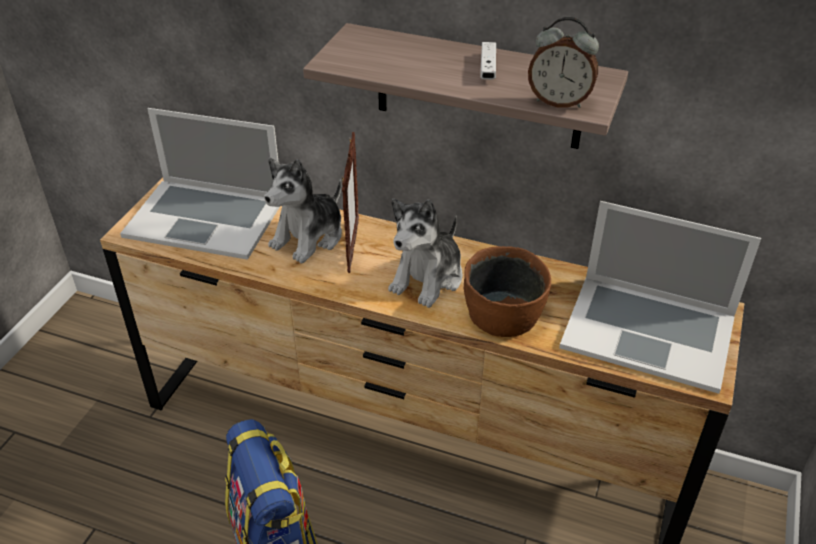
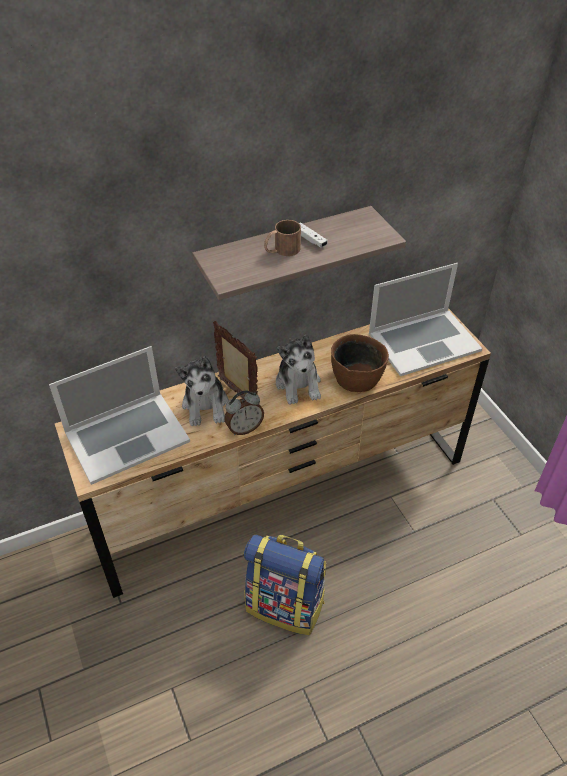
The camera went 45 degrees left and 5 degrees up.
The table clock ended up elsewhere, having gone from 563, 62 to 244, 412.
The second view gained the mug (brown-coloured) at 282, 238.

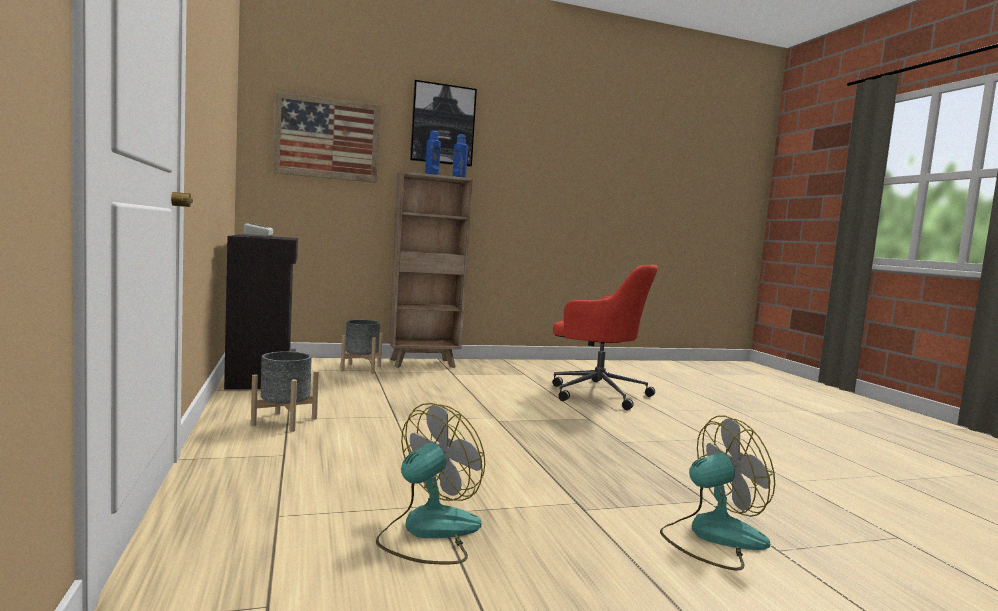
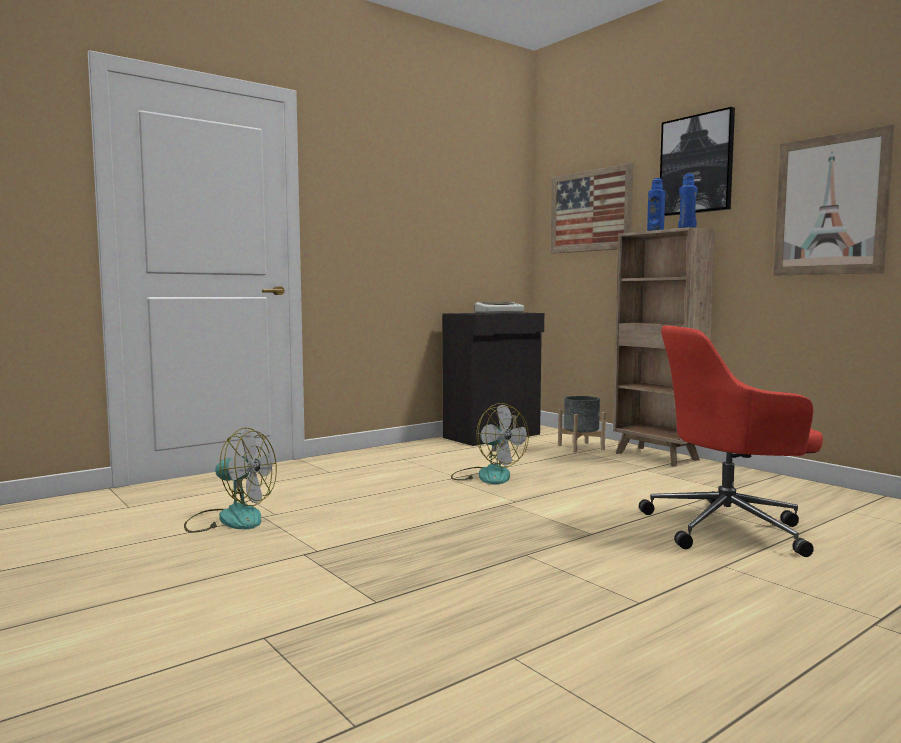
The camera went 70 degrees right and 0 degrees up.
The cooling fan ended up elsewhere, having gone from 717, 493 to 490, 443.
The computer chair (red) at 605, 337 ended up facing another way, 75 degrees clockwise from before.
The second view gained the wall picture at 833, 200.
The second view lost the plant pot (gray) at 285, 391.

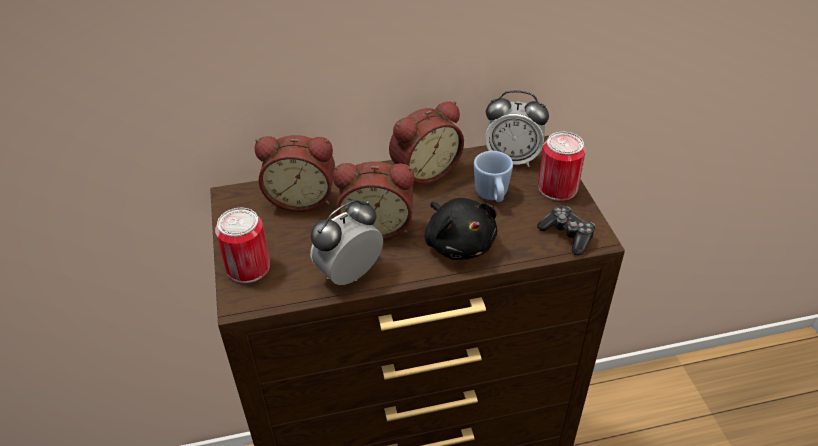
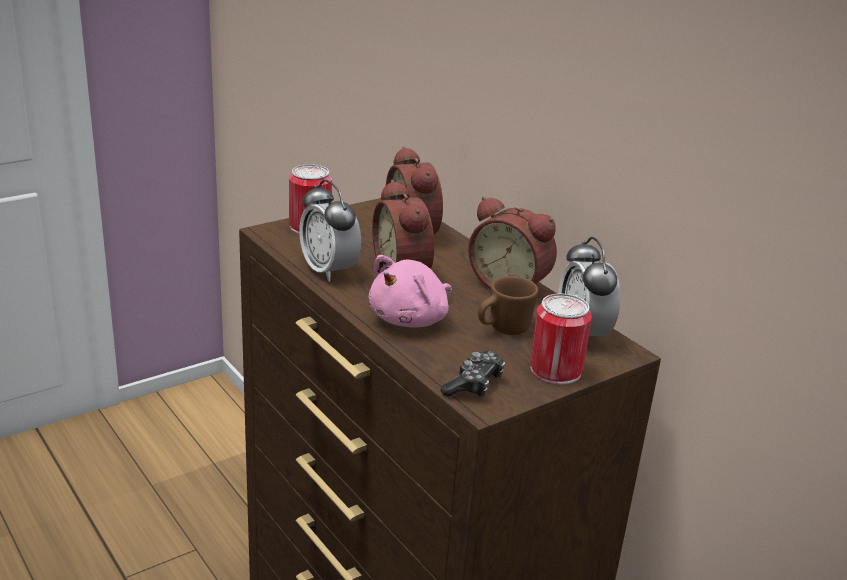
The camera went 65 degrees right and 15 degrees down.
The table clock at 346, 242 ended up facing another way, 150 degrees counterclockwise from before.
What was the plush toy (blackish) at 461, 229 turned into the plush toy (pink) at 410, 291.
What was the mug (blue) at 493, 176 turned into the mug (brown-coloured) at 508, 305.

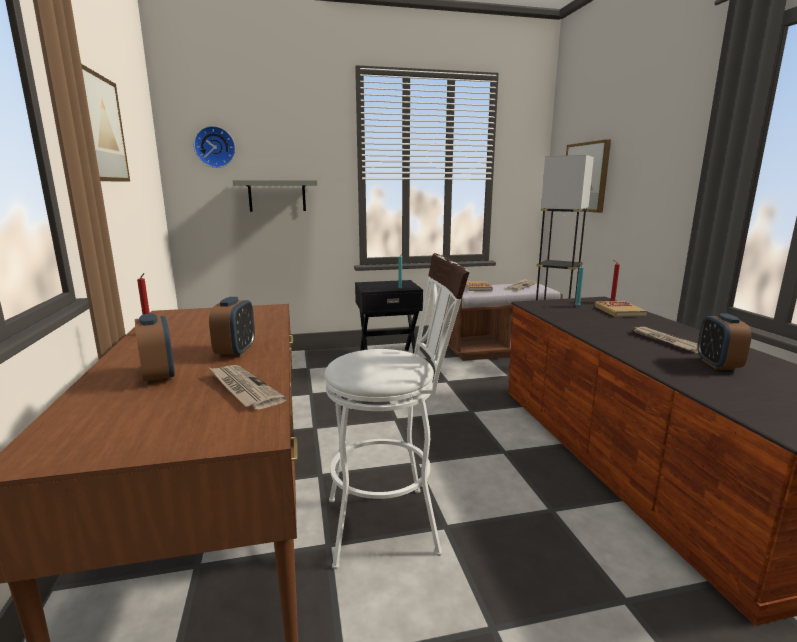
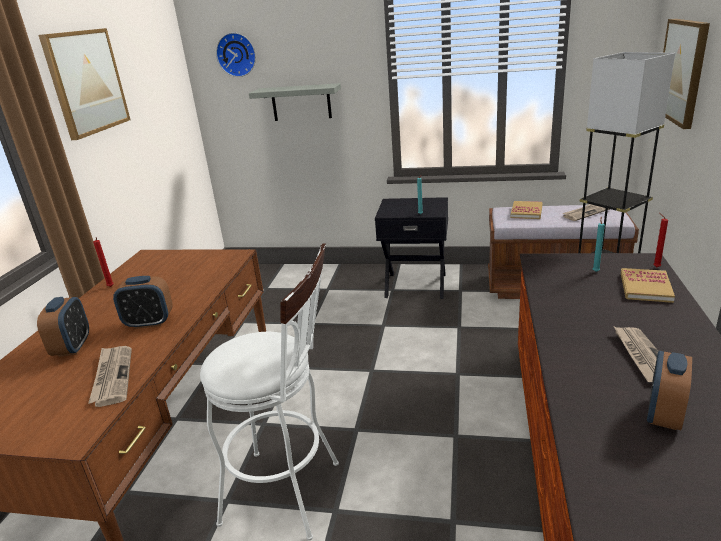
The camera went 25 degrees right and 10 degrees up.
The table clock at 232, 327 ended up facing another way, 60 degrees clockwise from before.

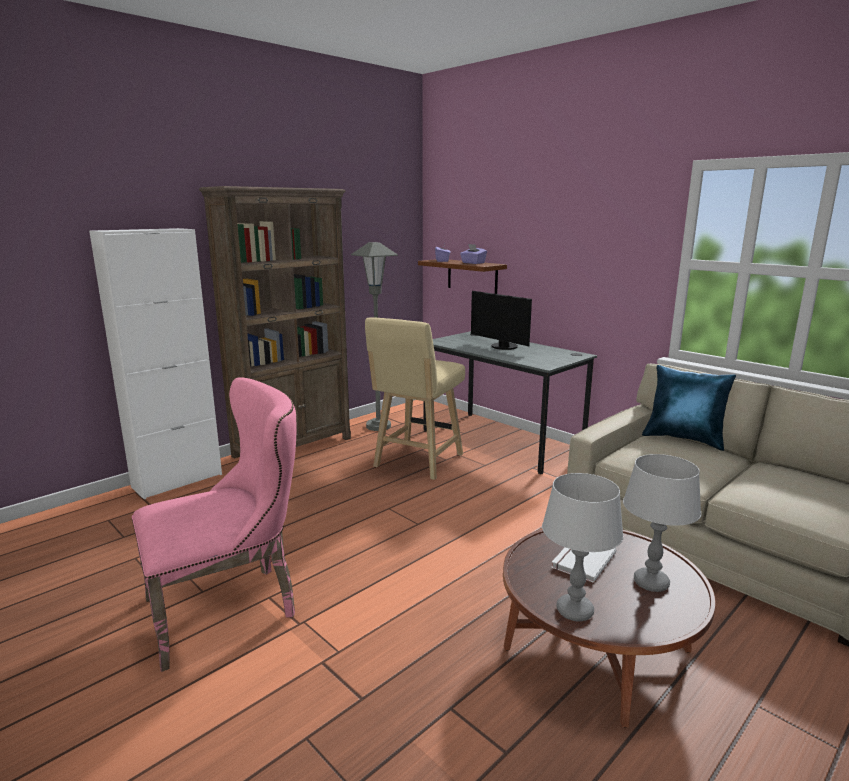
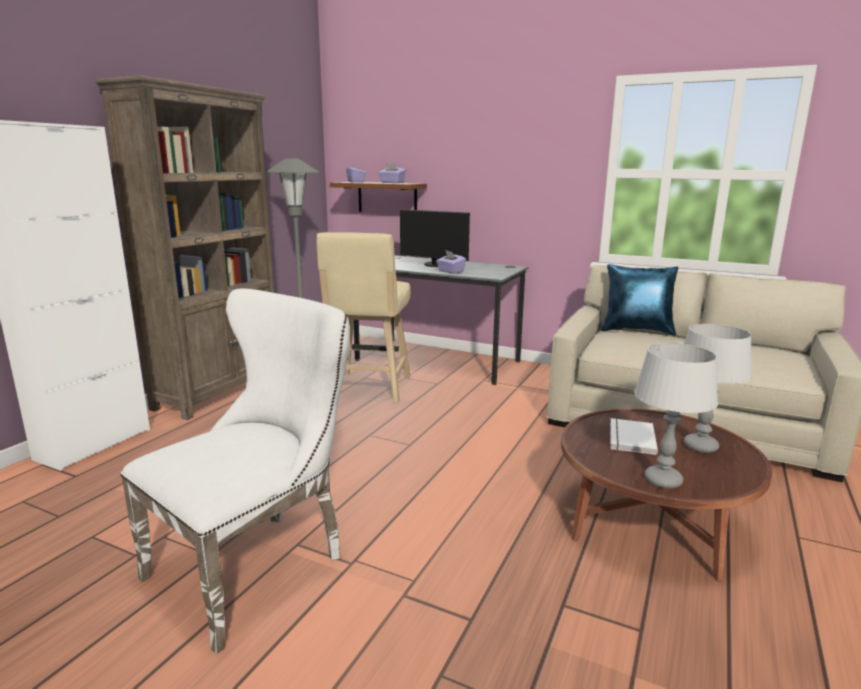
The camera went 20 degrees left and 0 degrees up.
What was the upright chair (pink) at 214, 524 turned into the upright chair (white-coloured) at 235, 471.
The second view gained the tissue holder (purple-coloured) at 451, 262.

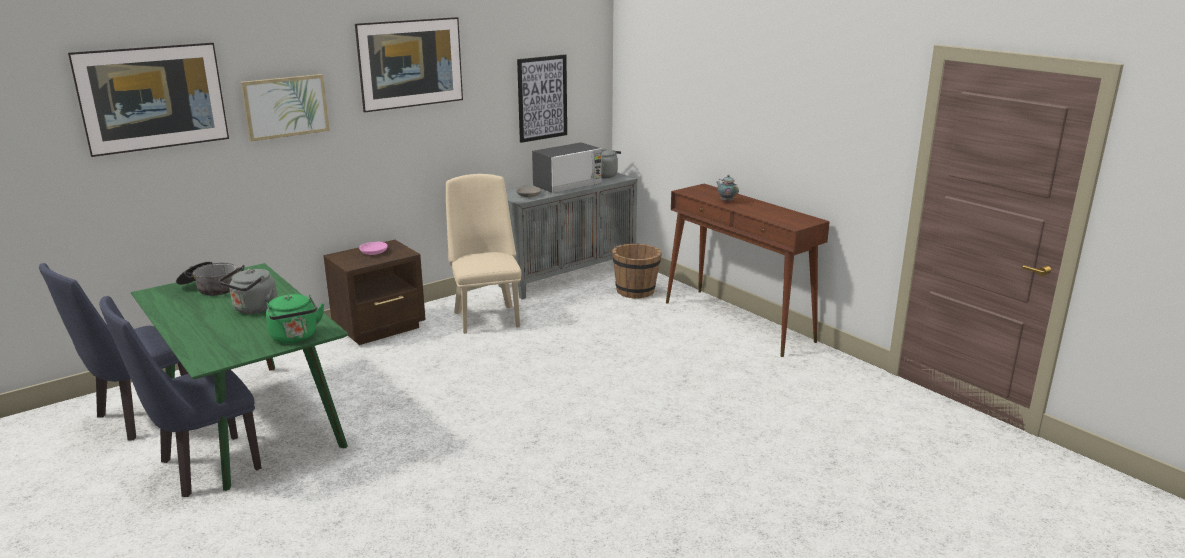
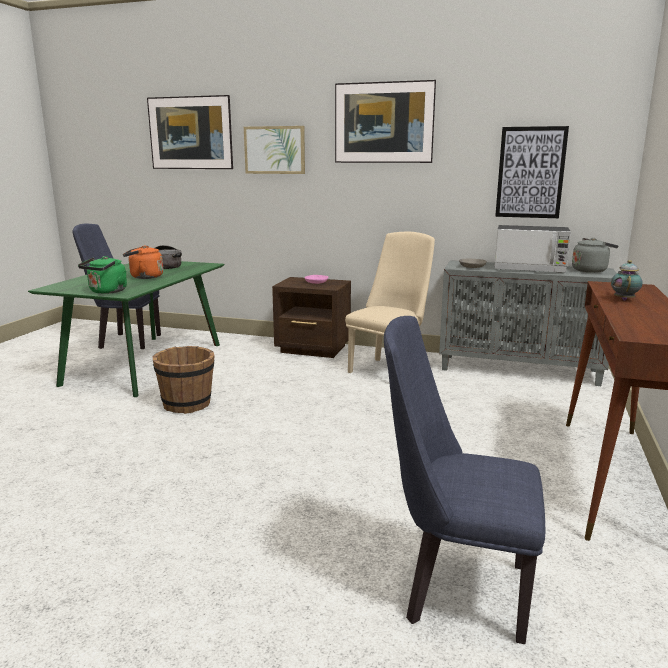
The camera went 55 degrees right and 5 degrees down.
What was the kettle (gray) at 248, 291 turned into the kettle (orange) at 143, 262.
The bucket (brown-coloured) ended up elsewhere, having gone from 637, 271 to 184, 380.
The upright chair (blue) ended up elsewhere, having gone from 180, 396 to 465, 480.

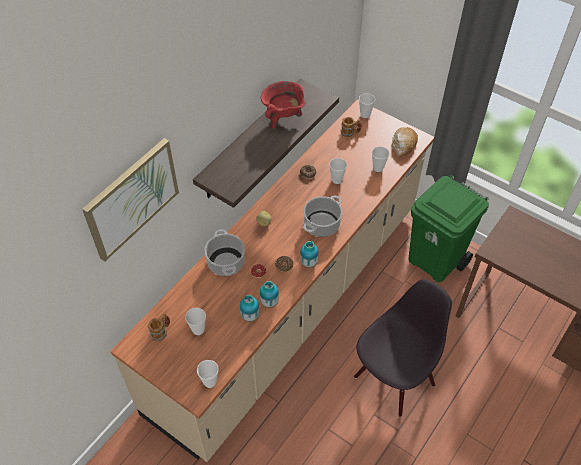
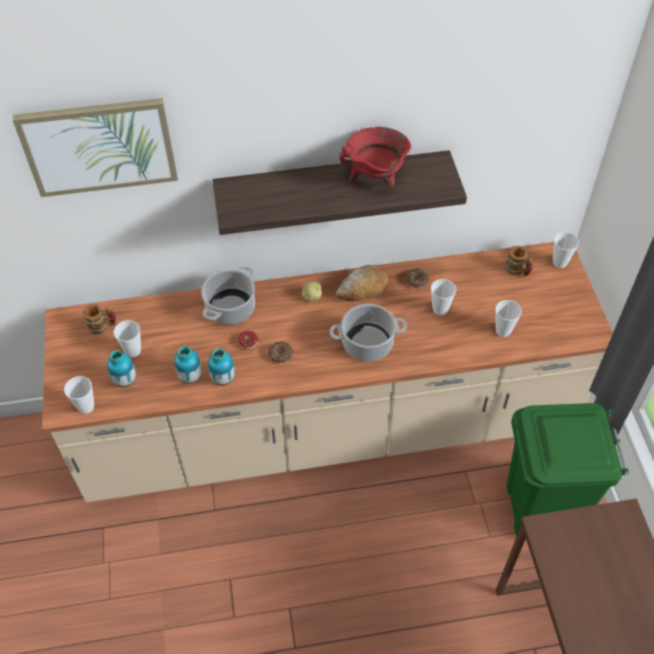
The camera went 45 degrees right and 0 degrees up.
The decorative vase ended up elsewhere, having gone from 309, 254 to 121, 369.
The bakery bread ended up elsewhere, having gone from 405, 142 to 362, 283.
The second view lost the upright chair (blackish) at 403, 348.

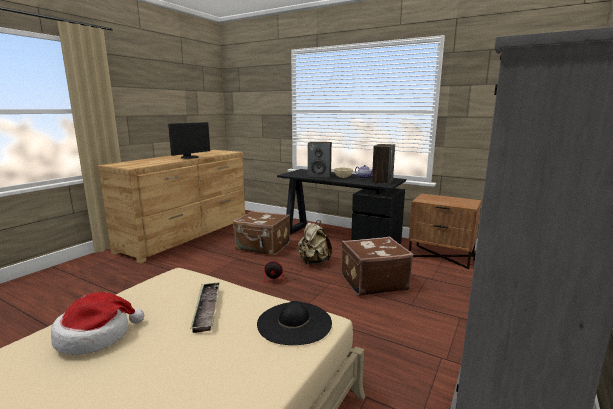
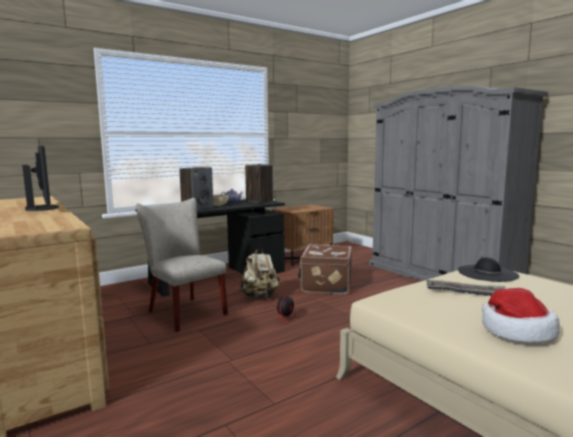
The camera went 65 degrees left and 5 degrees down.
Where the piece of luggage (brown-coloured) stood at 261, 233, the upright chair (beige) came to stand at 182, 265.

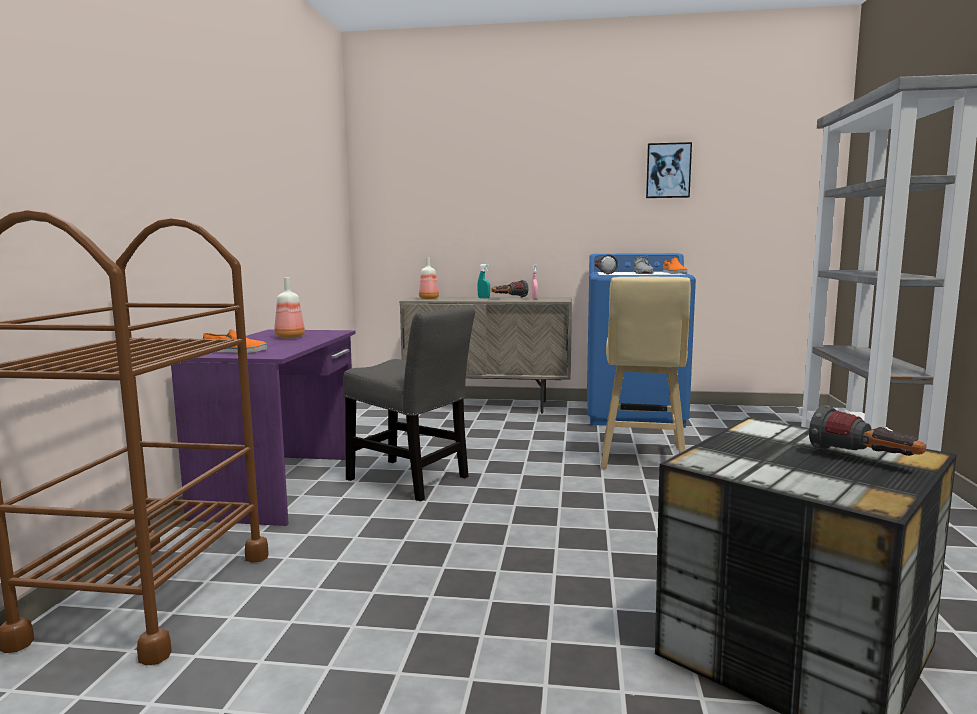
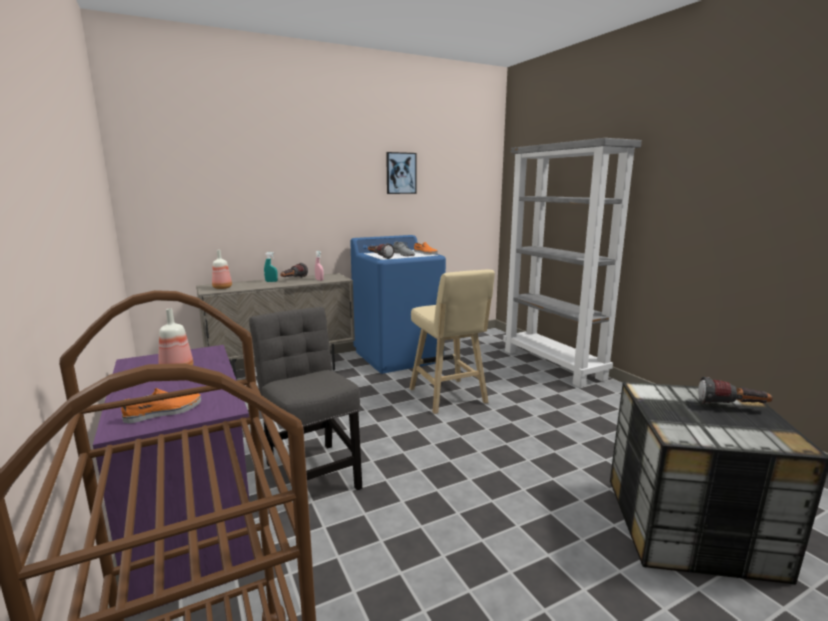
The camera went 35 degrees left and 5 degrees up.
The upright chair (gray) at 409, 403 ended up facing another way, 120 degrees counterclockwise from before.

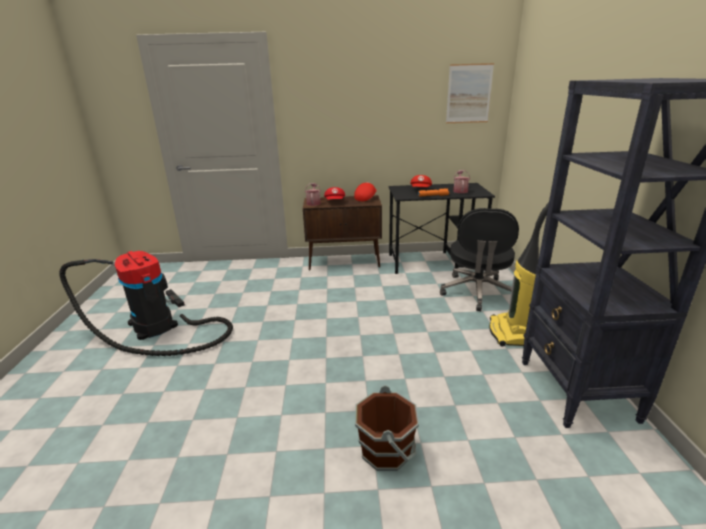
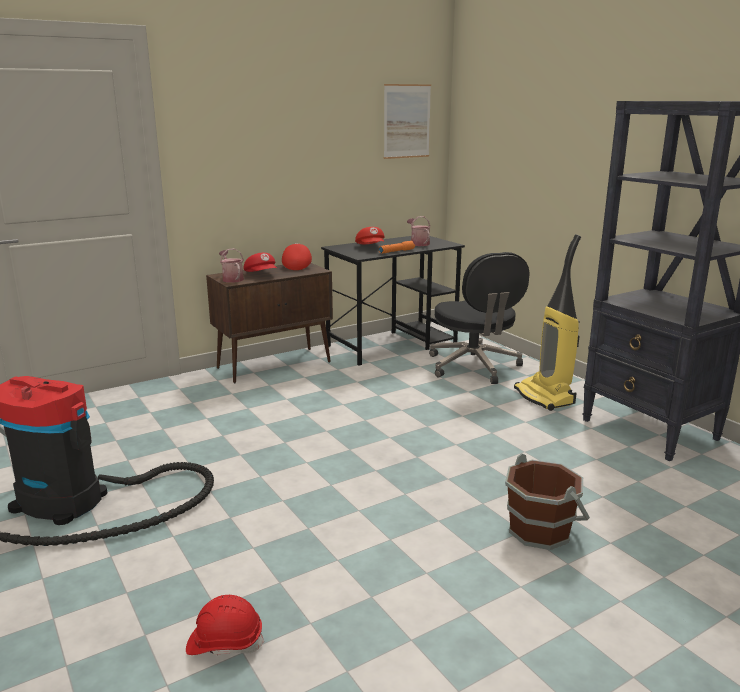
The camera went 30 degrees left and 5 degrees down.
The second view gained the hard hat (red) at 225, 625.

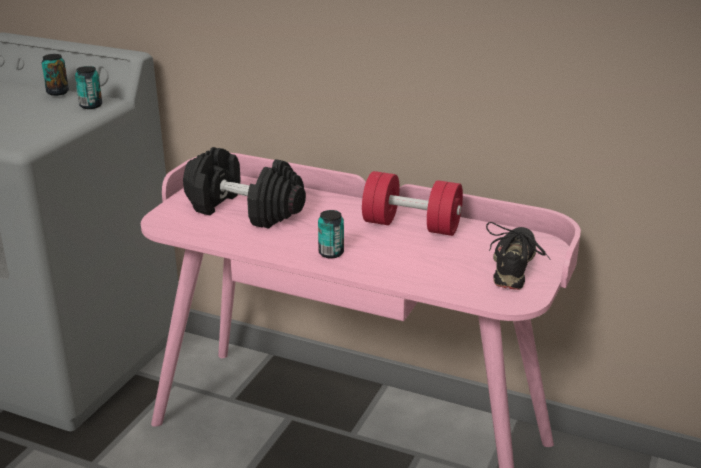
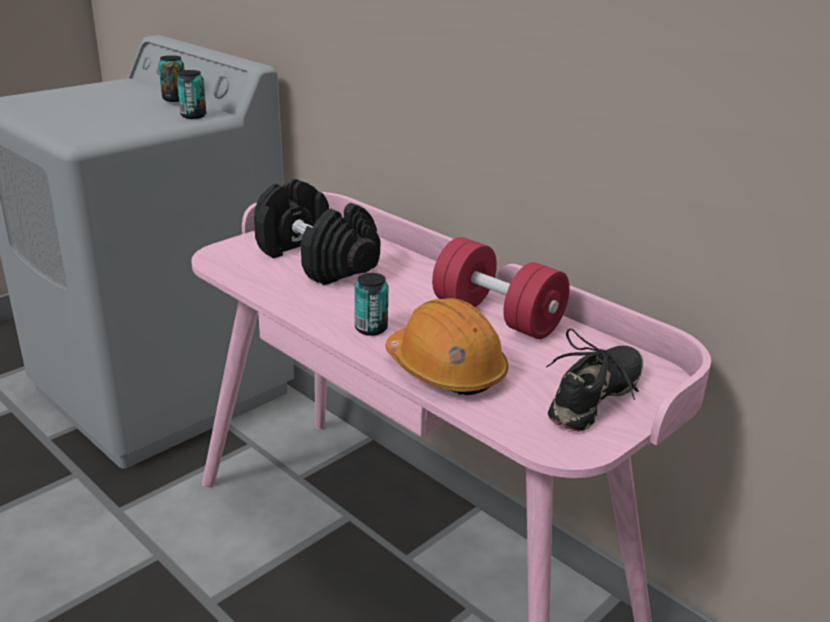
The camera went 20 degrees right and 0 degrees up.
The second view gained the hard hat (orange) at 446, 346.

